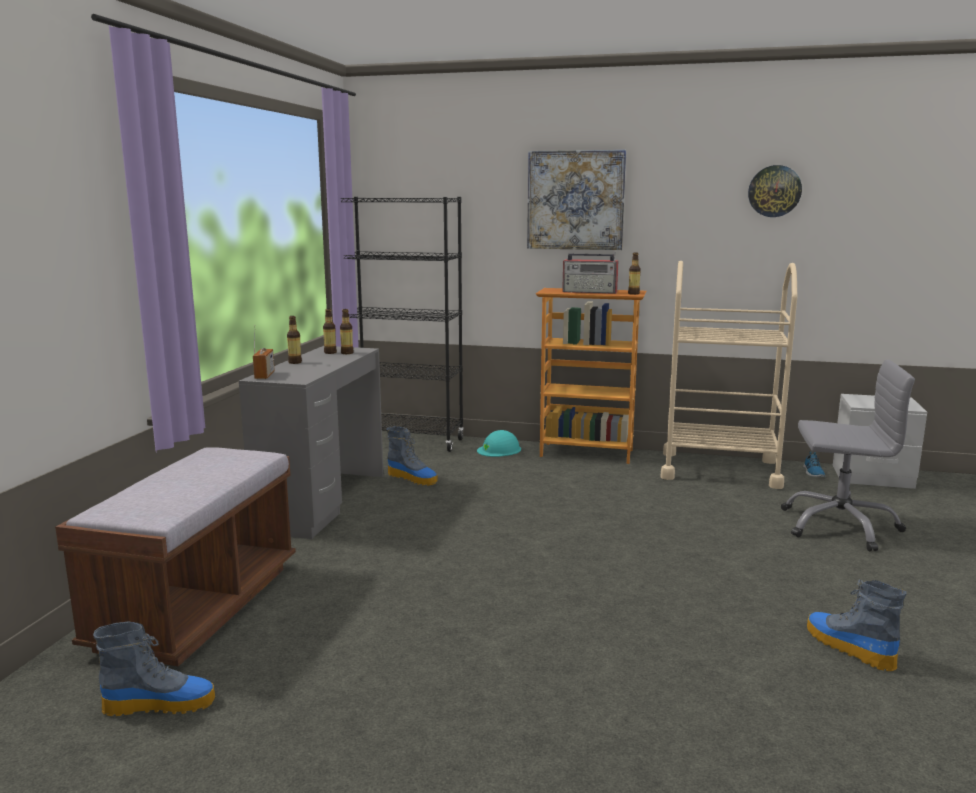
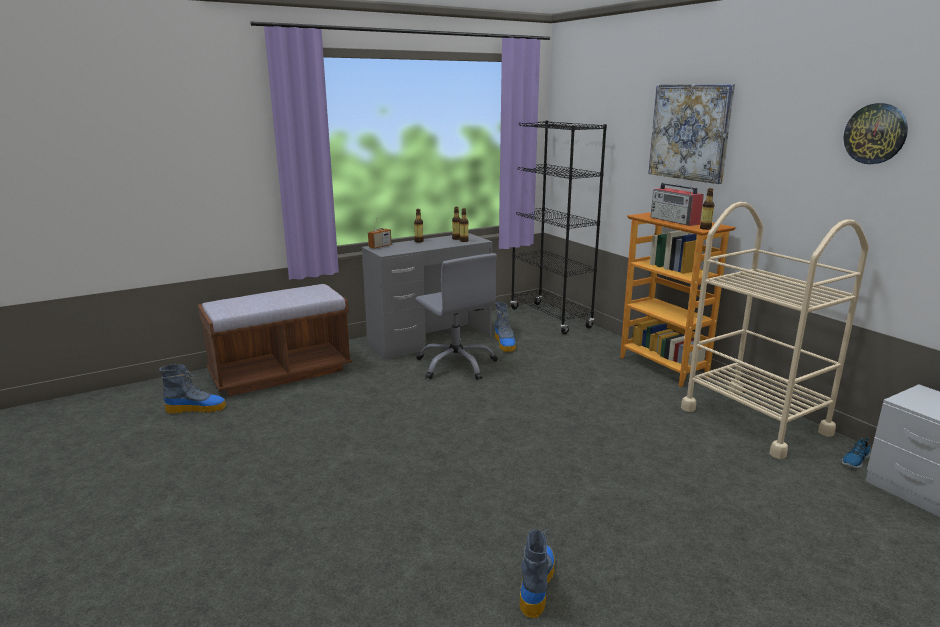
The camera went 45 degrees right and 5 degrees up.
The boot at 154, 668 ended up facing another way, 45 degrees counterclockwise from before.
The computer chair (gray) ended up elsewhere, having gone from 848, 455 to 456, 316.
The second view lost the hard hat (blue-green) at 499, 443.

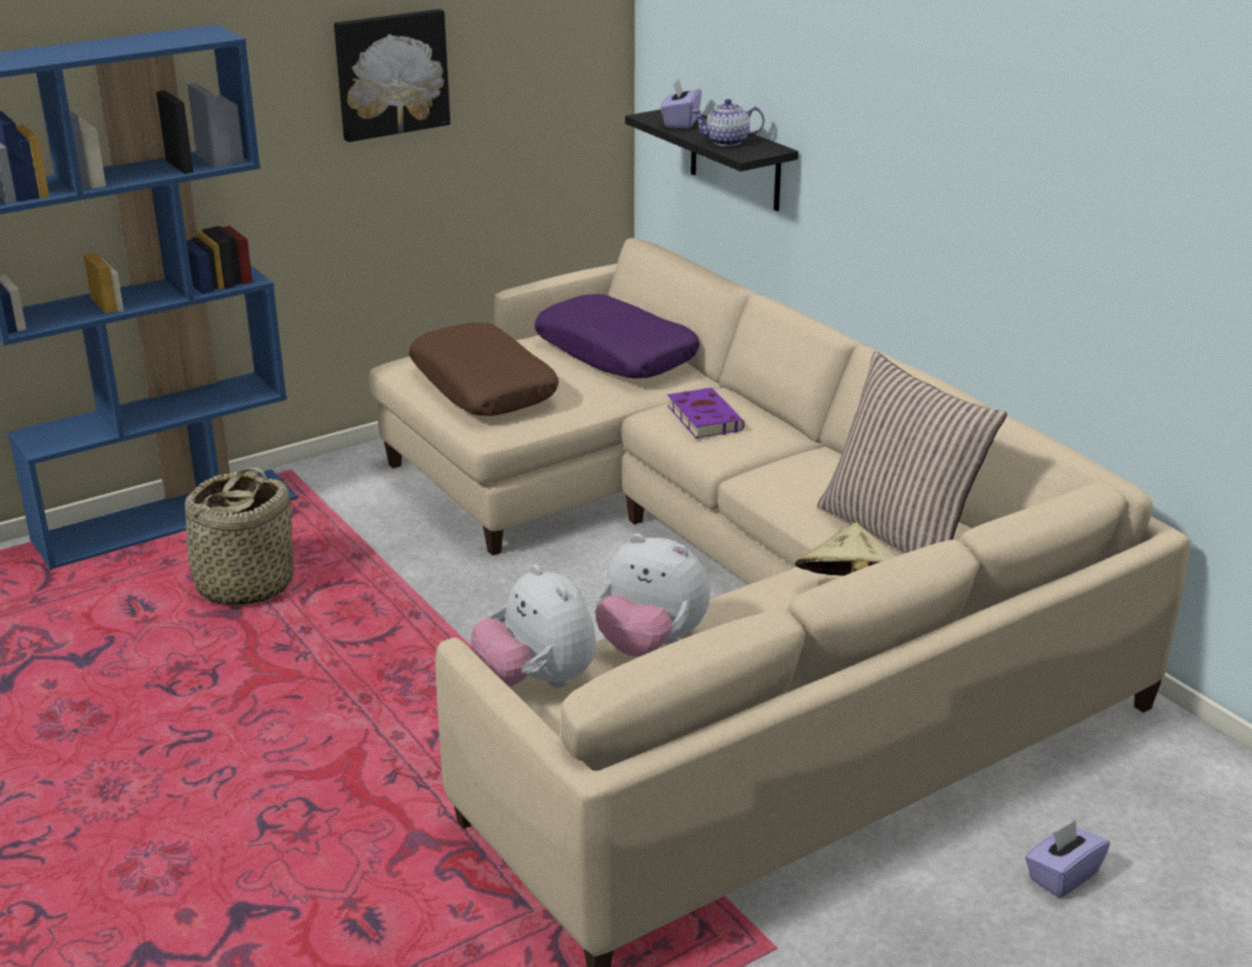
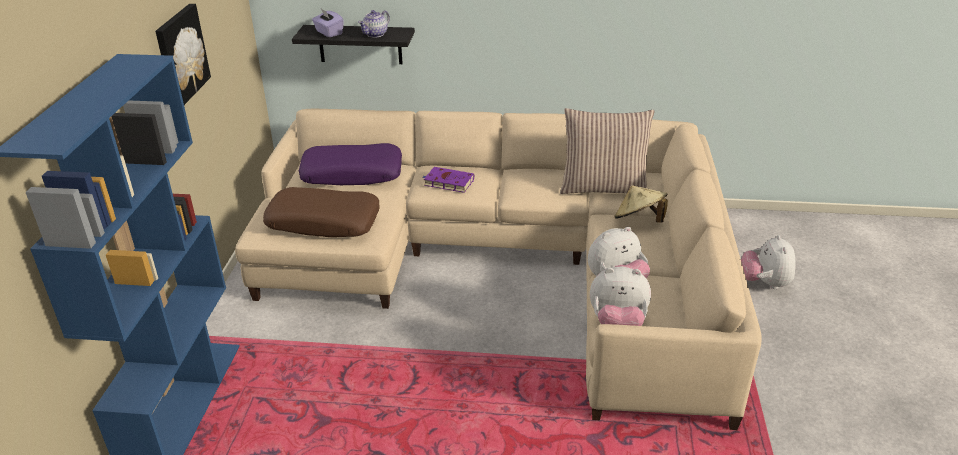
The camera went 50 degrees left and 5 degrees up.
Where the tissue holder (purple-coloured) stood at 1067, 859, the plush toy came to stand at 768, 262.
The second view lost the household basket at 235, 536.

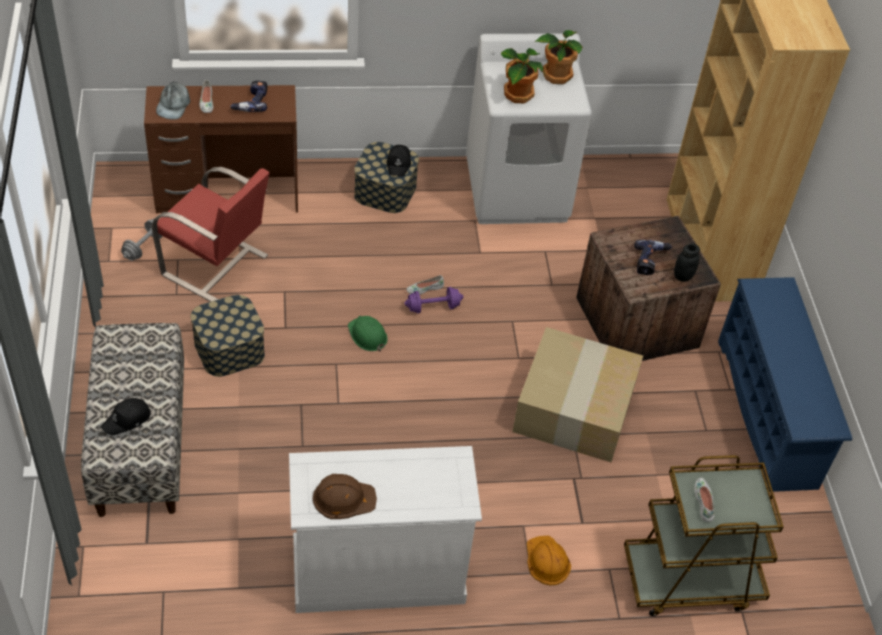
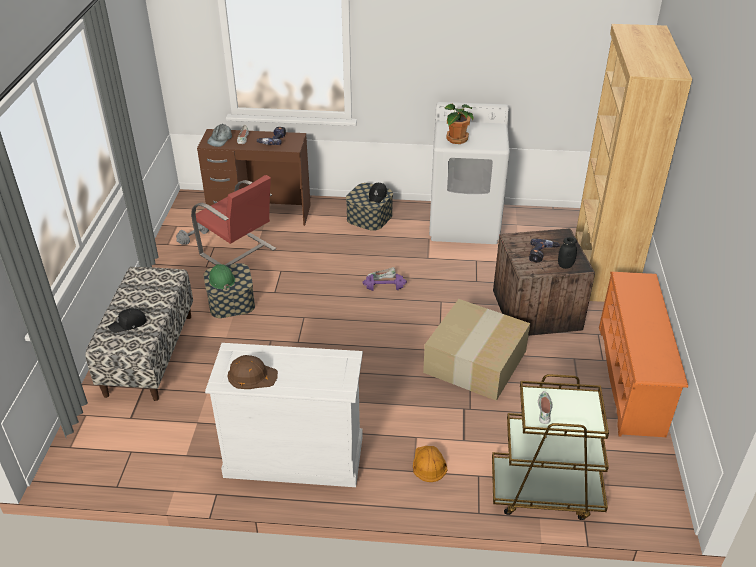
The camera went 15 degrees right and 10 degrees down.
The hard hat (greenish) ended up elsewhere, having gone from 368, 333 to 222, 277.
What was the shoe shelf (blue) at 785, 384 turned into the shoe shelf (orange) at 643, 354.
The second view lost the houseplant at 559, 57.

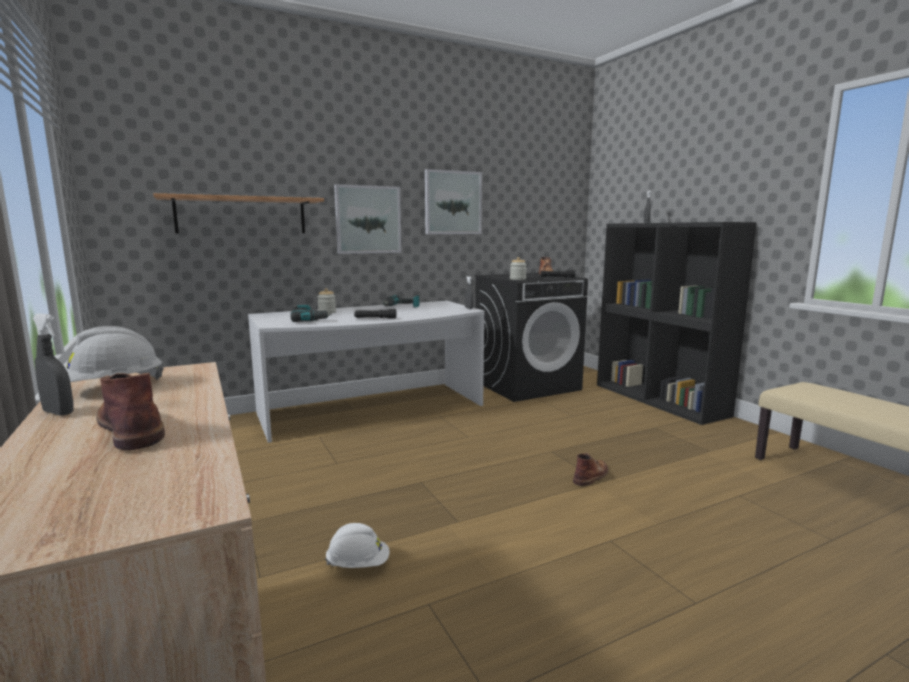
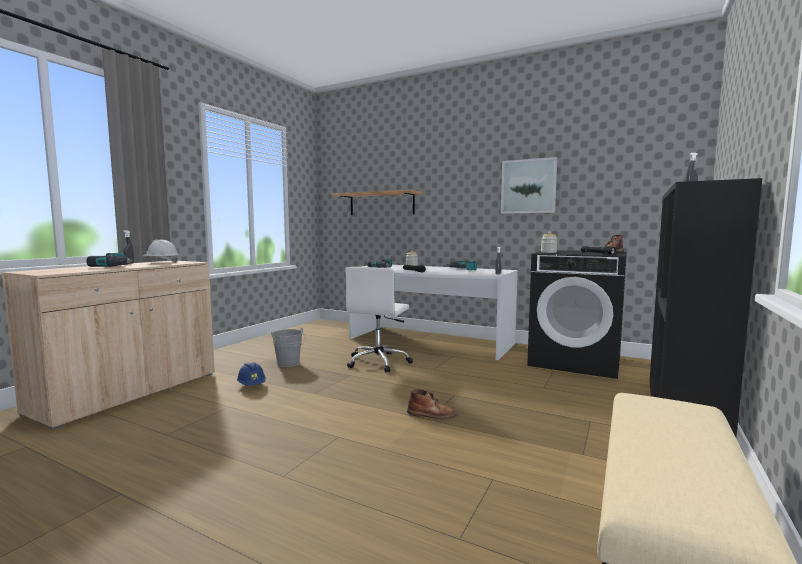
The camera went 55 degrees right and 5 degrees down.
Where the boot (brown-coloured) stood at 130, 411, the drill came to stand at 109, 260.
What was the hard hat (white-coloured) at 357, 545 turned into the hard hat (blue) at 251, 374.
The second view gained the bucket (gray) at 288, 347.
The second view gained the computer chair (white-coloured) at 379, 319.
The second view lost the wall picture at 367, 219.

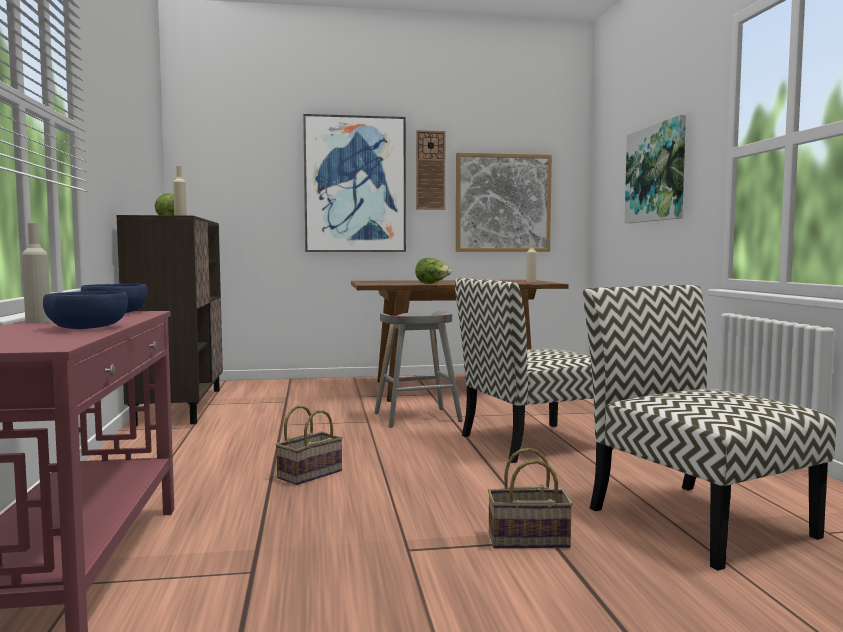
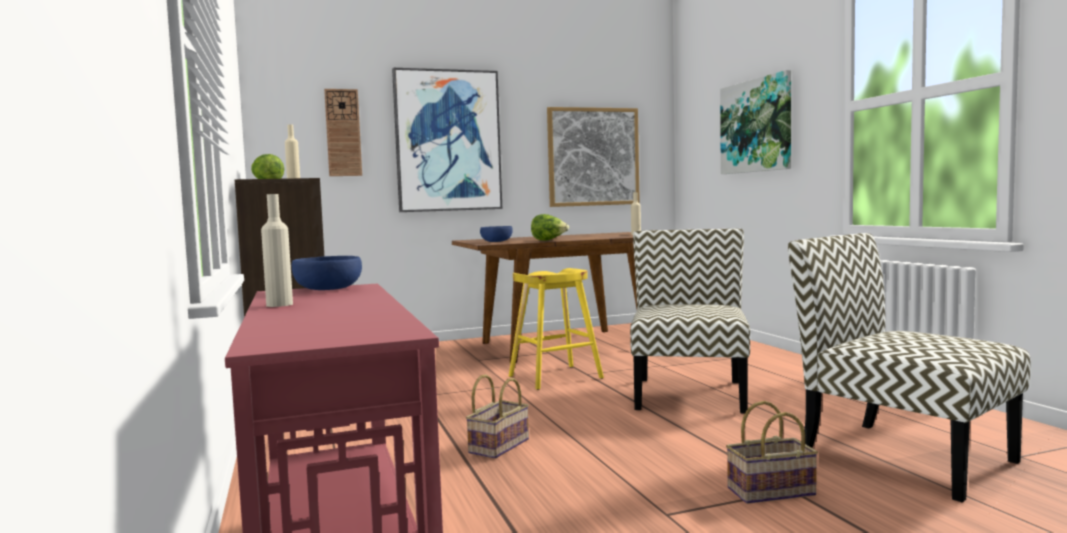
The camera went 10 degrees left and 0 degrees up.
The clock on the wall ended up elsewhere, having gone from 430, 170 to 343, 132.
The bowl (blue) ended up elsewhere, having gone from 85, 310 to 496, 234.
What was the stool seat (gray) at 418, 369 turned into the stool seat (yellow) at 556, 329.
The upright chair at 534, 370 ended up facing another way, 135 degrees clockwise from before.

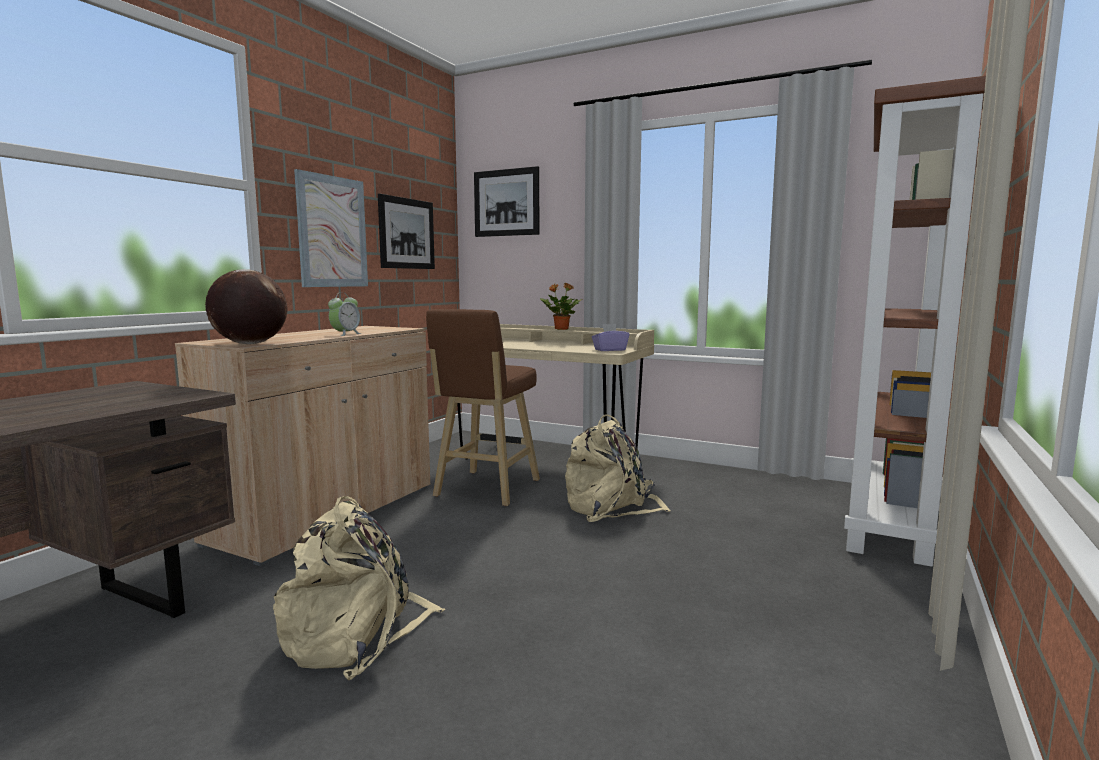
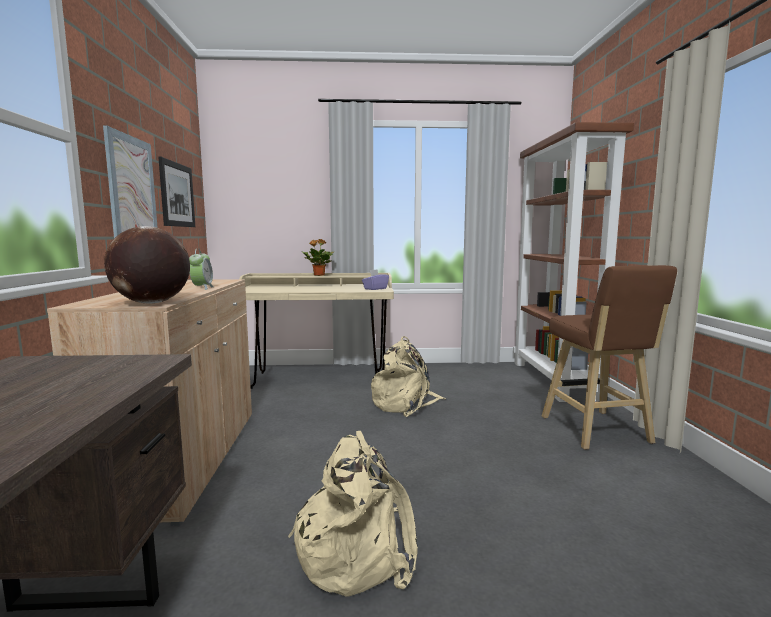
The camera went 30 degrees left and 0 degrees up.
The stool seat (brown-coloured) ended up elsewhere, having gone from 483, 407 to 609, 357.
The second view lost the wall picture at 506, 201.

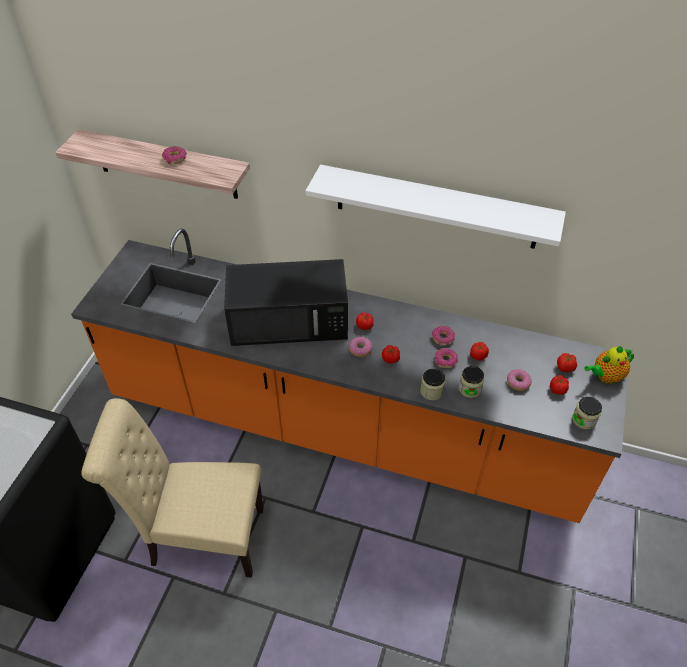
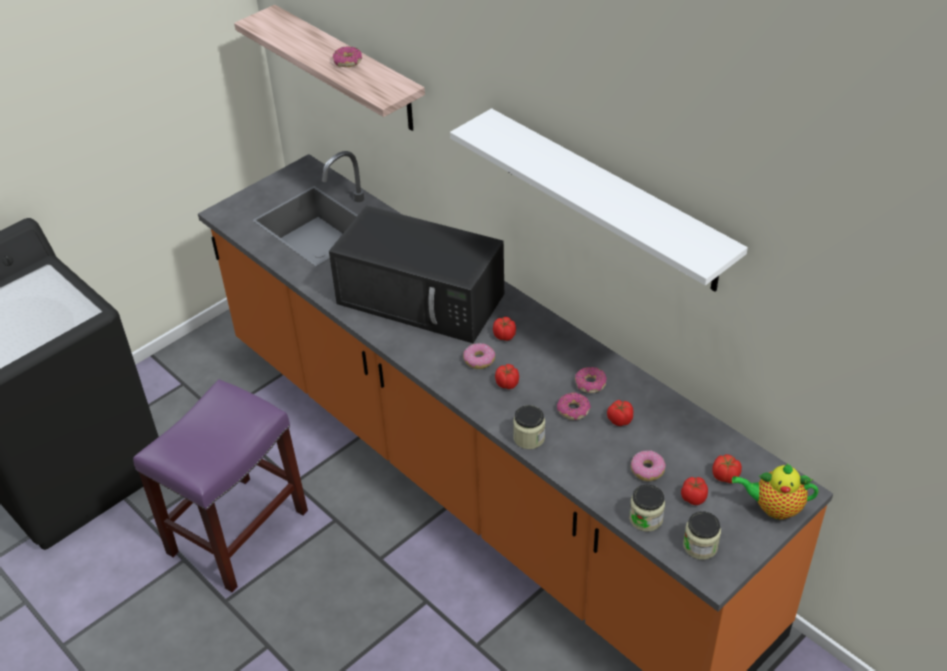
The camera went 30 degrees right and 5 degrees down.
Where the upright chair (beige) stood at 172, 488, the stool seat (purple-coloured) came to stand at 220, 486.
The jar ended up elsewhere, having gone from 471, 382 to 647, 508.

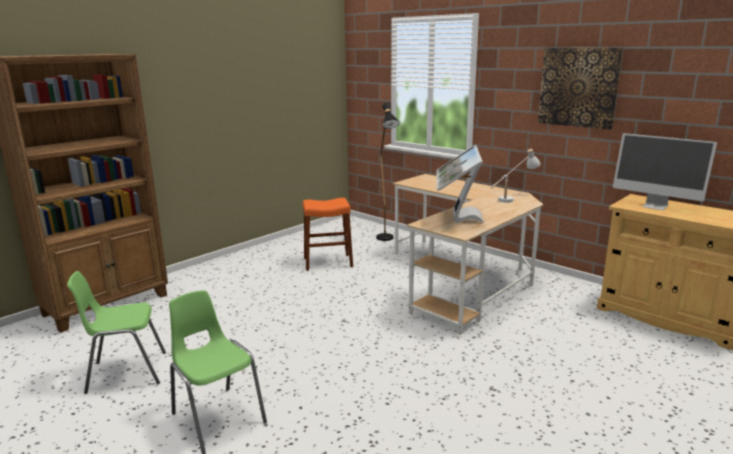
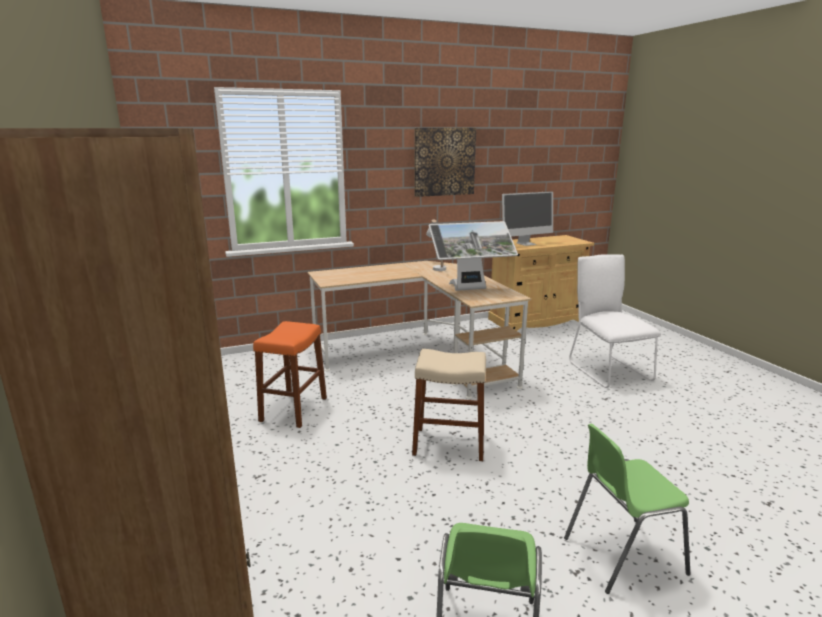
The camera went 65 degrees left and 0 degrees up.
The second view gained the stool seat (beige) at 449, 405.
The computer display at 460, 184 ended up facing another way, 45 degrees counterclockwise from before.
The second view gained the upright chair (white-coloured) at 615, 321.
The second view lost the standard lamp (blackish) at 388, 171.

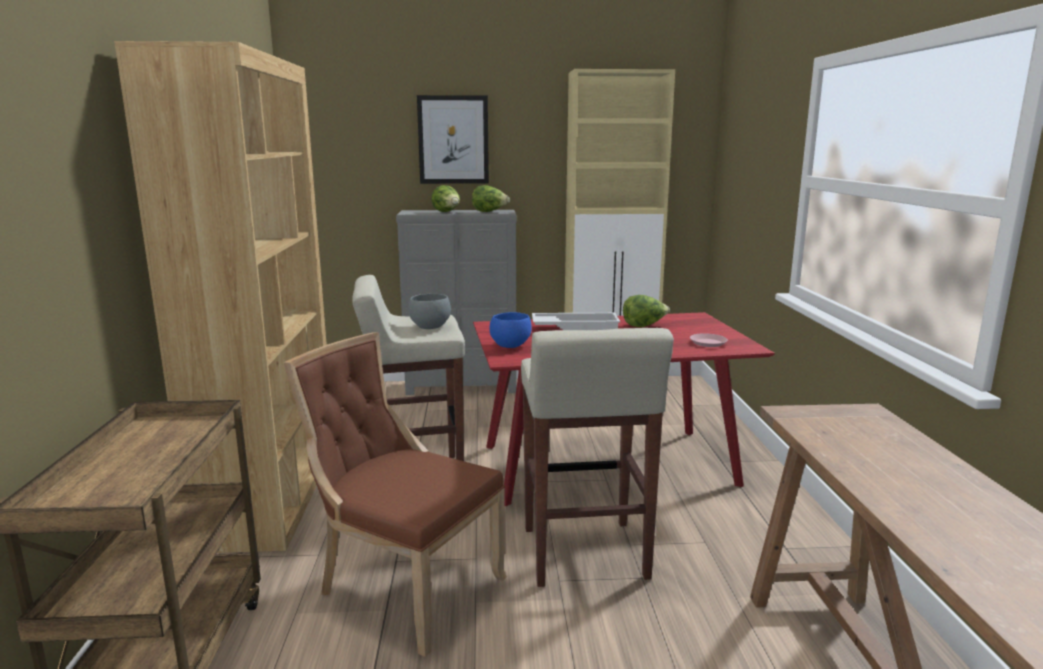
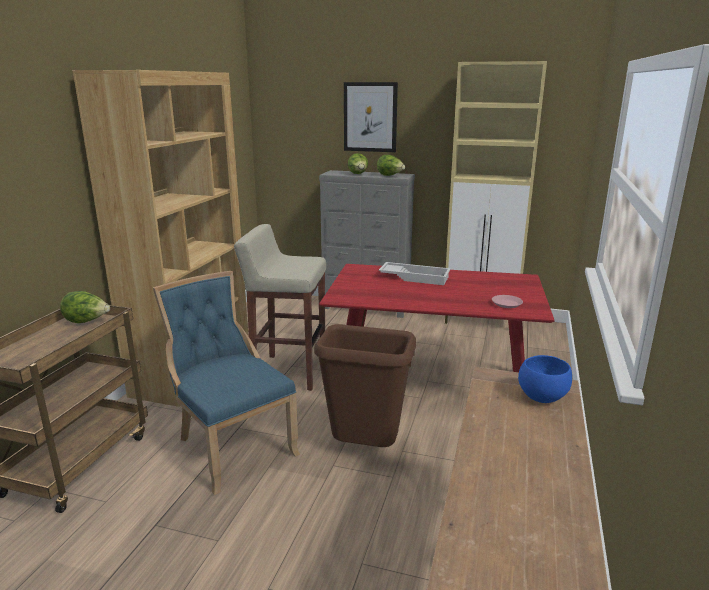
The camera went 20 degrees right and 5 degrees up.
The lettuce ended up elsewhere, having gone from 646, 311 to 85, 307.
What was the upright chair (brown-coloured) at 395, 494 turned into the upright chair (blue) at 226, 383.
Where the stool seat (beige) stood at 597, 457, the trash can (brown-coloured) came to stand at 365, 385.
The bowl (blue) ended up elsewhere, having gone from 510, 330 to 545, 379.
The second view lost the bowl (gray) at 429, 311.

